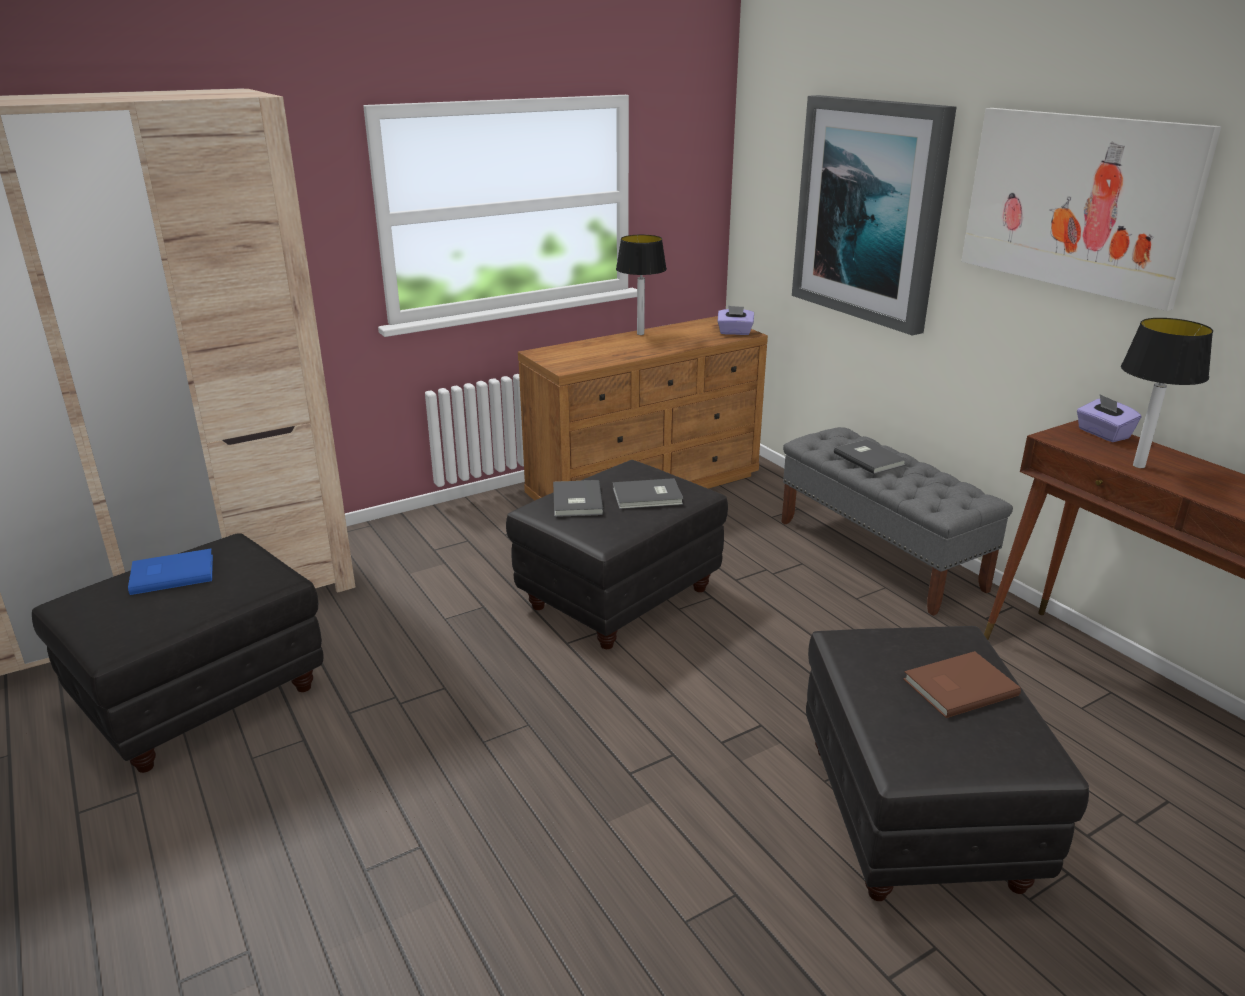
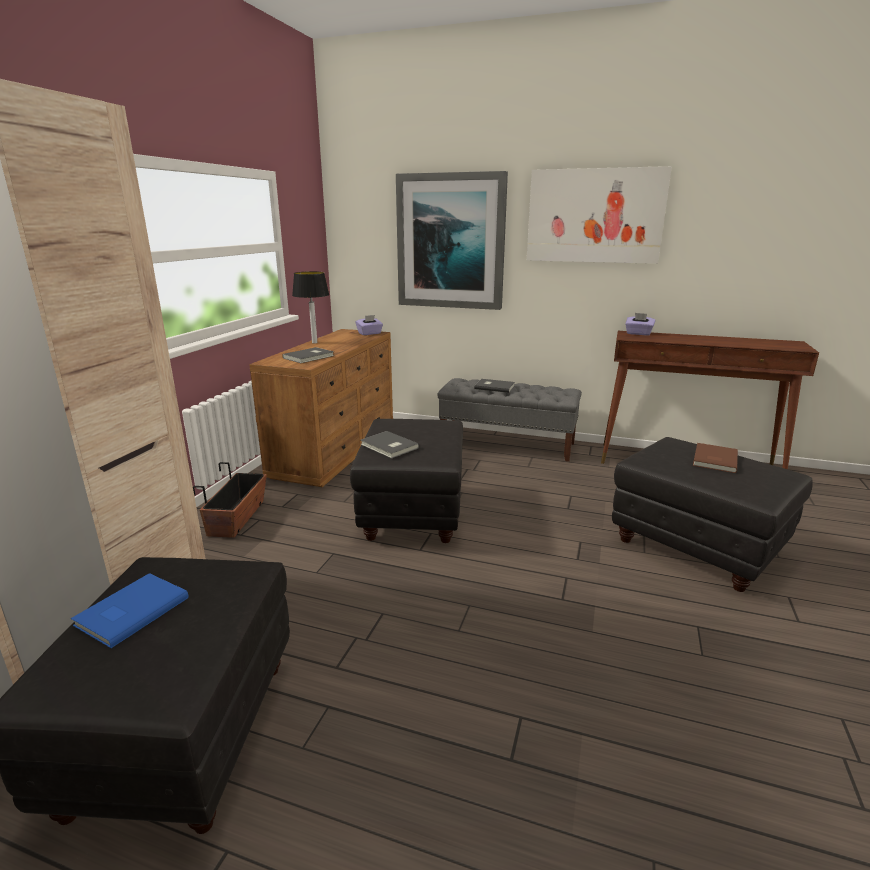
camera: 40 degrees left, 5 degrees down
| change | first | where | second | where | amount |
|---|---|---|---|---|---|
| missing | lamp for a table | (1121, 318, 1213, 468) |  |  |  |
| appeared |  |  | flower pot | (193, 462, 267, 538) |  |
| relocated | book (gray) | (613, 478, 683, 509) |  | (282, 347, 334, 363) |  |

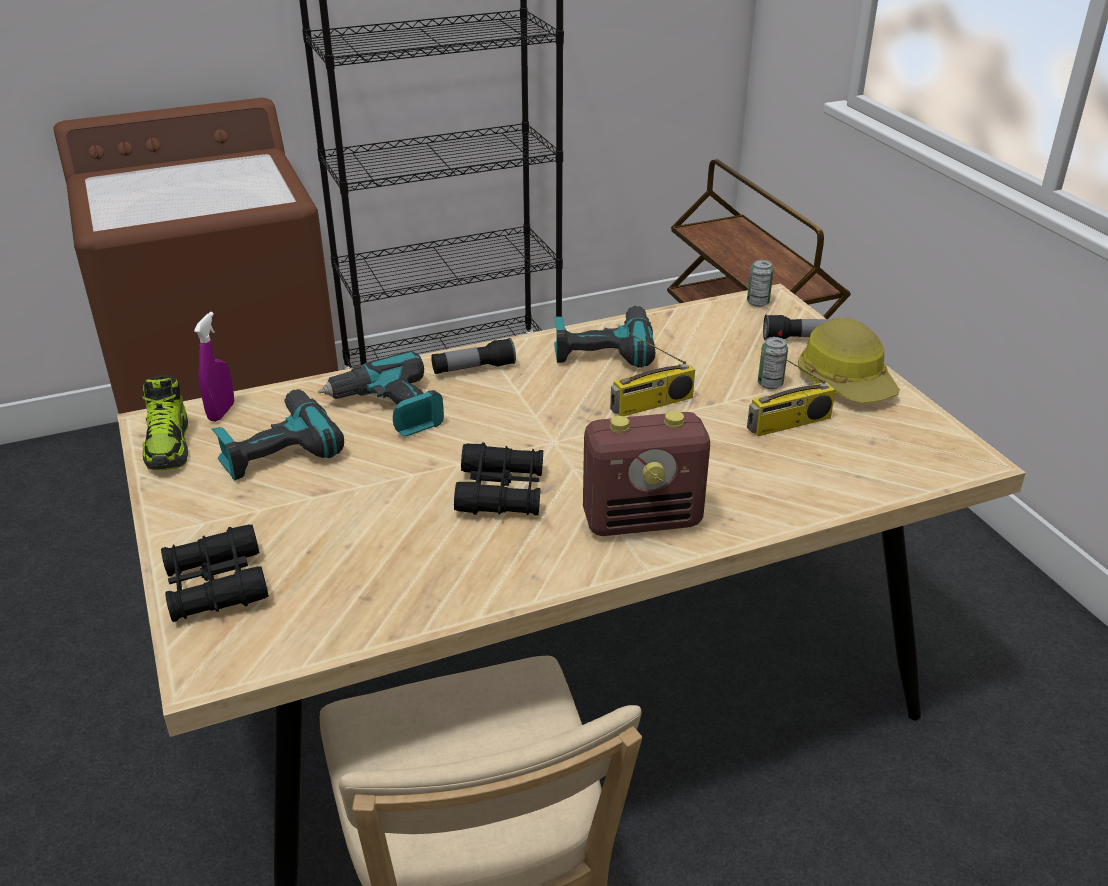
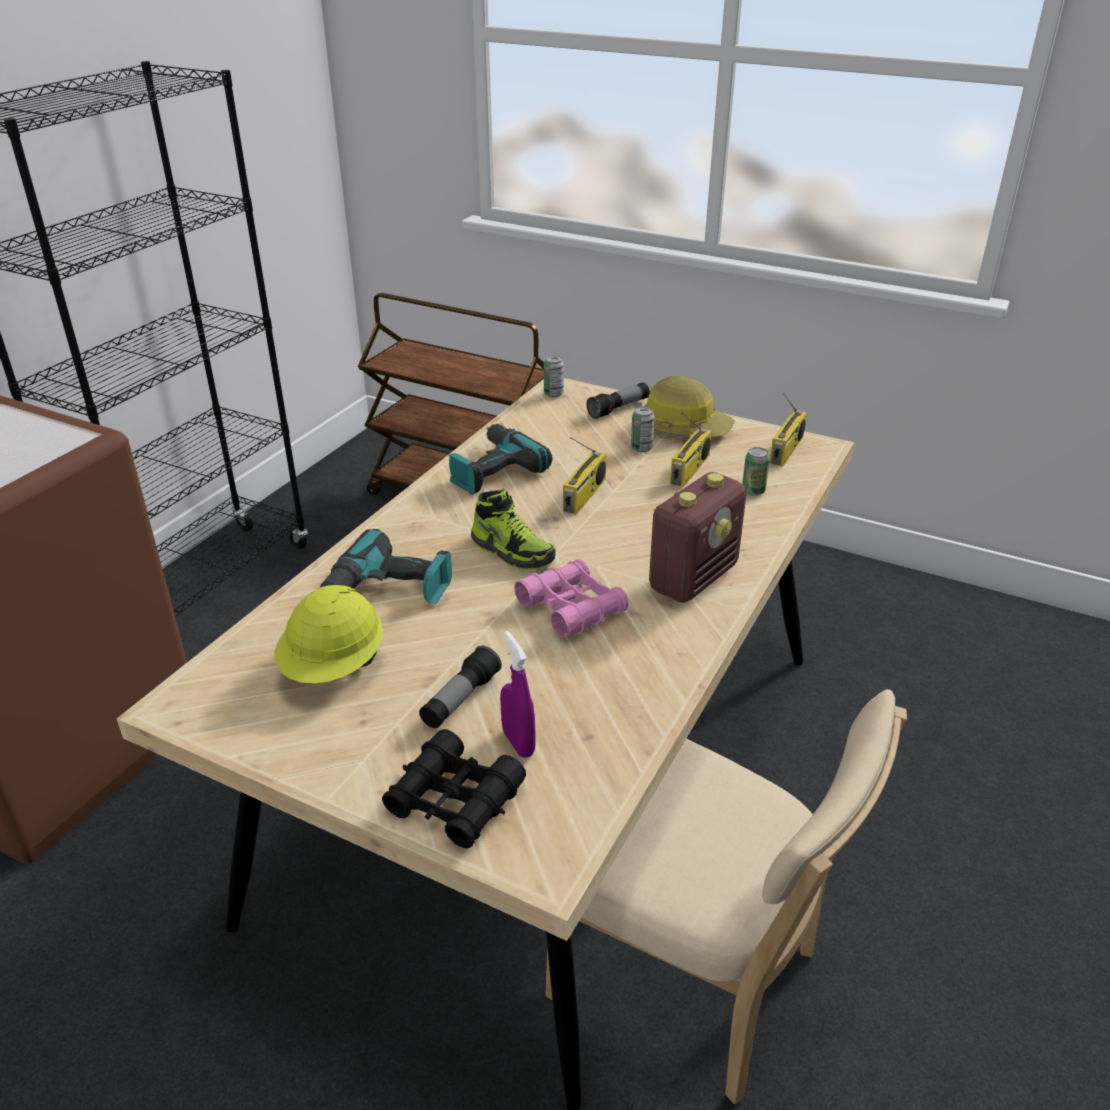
camera: 40 degrees left, 0 degrees up
| change | first | where | second | where | amount |
|---|---|---|---|---|---|
| appeared |  |  | sealed can | (742, 447, 770, 496) |  |
| appeared |  |  | radio | (770, 394, 807, 467) |  |
| relocated | shoe | (143, 375, 188, 470) |  | (471, 489, 556, 570) |  |
| relocated | spray bottle (purple-coloured) | (194, 312, 234, 422) |  | (500, 631, 536, 758) |  |
| relocated | flashlight | (431, 338, 516, 374) |  | (419, 646, 502, 728) |  |
| exchanged | electric drill | (212, 389, 344, 480) | hard hat (yellowish) | (275, 585, 384, 683) |  |
| colour | field glasses (black) | (454, 442, 543, 516) | field glasses (pinkish) | (515, 559, 628, 637) |  |

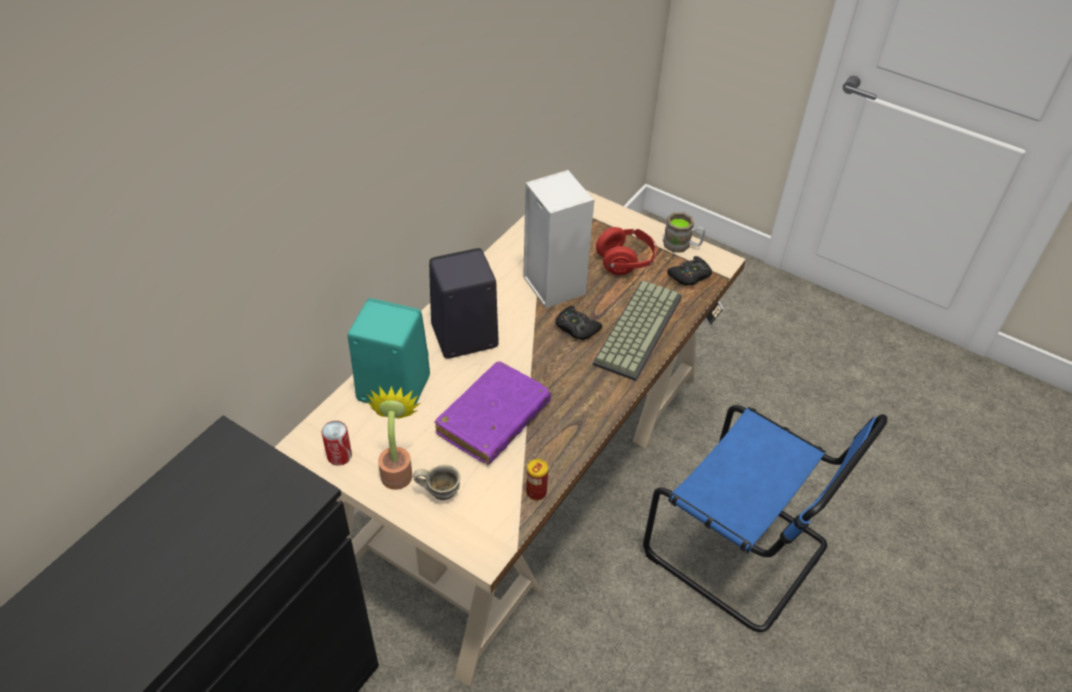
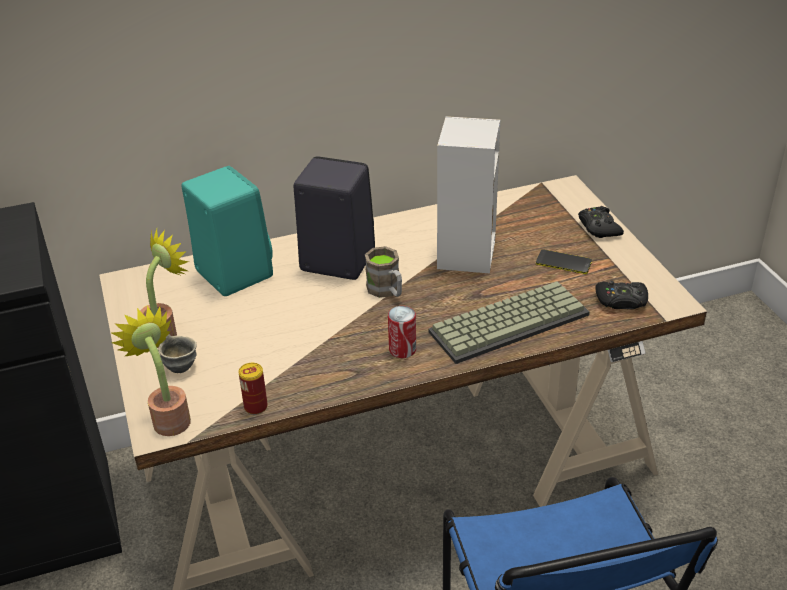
camera: 40 degrees right, 10 degrees down
| change | first | where | second | where | amount |
|---|---|---|---|---|---|
| missing | book (purple-coloured) | (435, 361, 551, 465) |  |  |  |
| appeared |  |  | houseplant | (111, 305, 191, 436) |  |
| relocated | sealed can | (321, 421, 352, 465) |  | (388, 306, 416, 358) |  |
| relocated | joypad (black) | (555, 306, 602, 340) |  | (578, 206, 624, 238) |  |
| relocated | coffee mug (brown) | (663, 212, 705, 252) |  | (365, 246, 402, 298) |  |
| exchanged | headphones (reddish) | (596, 227, 657, 275) | telephone | (536, 249, 592, 274) |  |

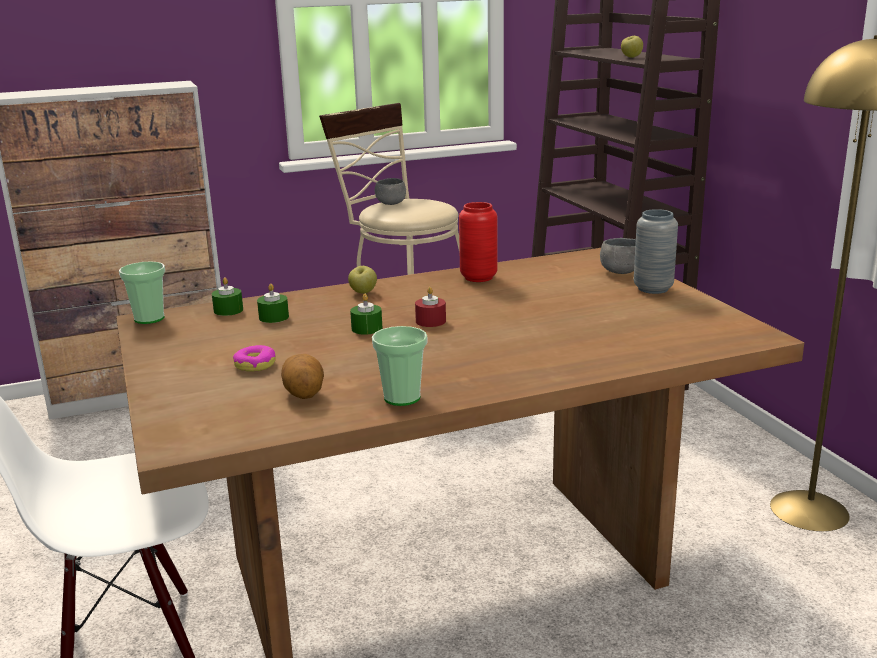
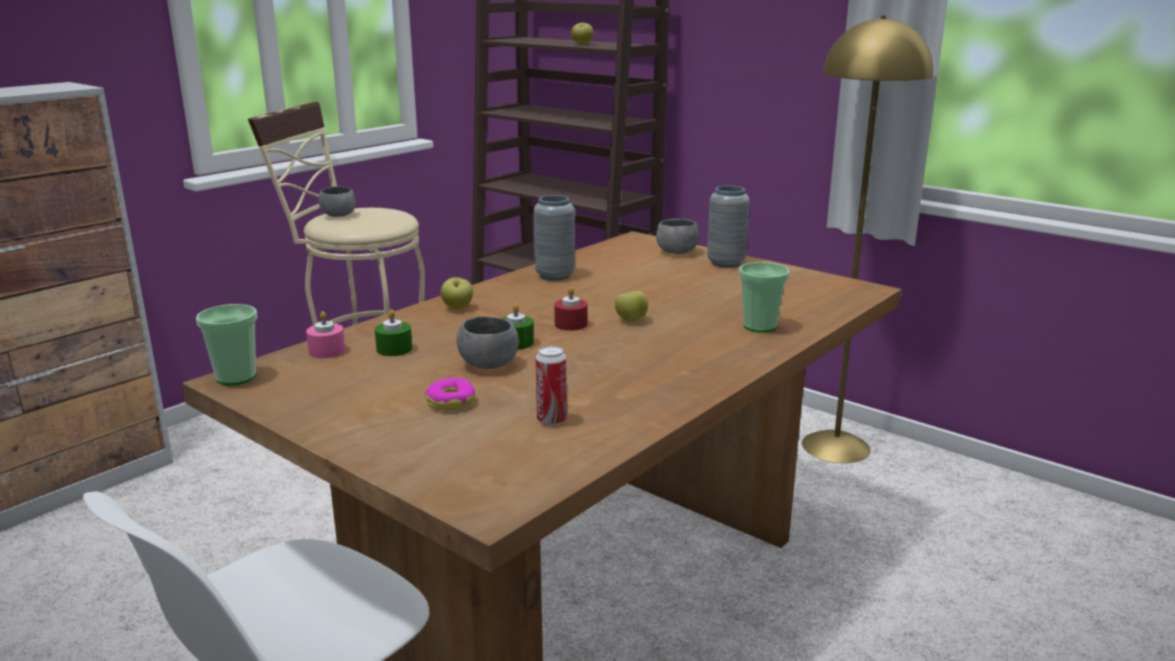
camera: 30 degrees left, 0 degrees up
| change | first | where | second | where | amount |
|---|---|---|---|---|---|
| appeared |  |  | deep dish (gray) | (456, 316, 519, 369) |  |
| appeared |  |  | whole apple | (615, 291, 648, 322) |  |
| relocated | drinking cup | (372, 326, 427, 406) |  | (739, 262, 790, 333) |  |
| exchanged | spud | (281, 354, 324, 399) | sealed can | (536, 346, 567, 425) |  |
| colour | wax light (greenish) | (212, 277, 243, 316) | wax light (pinkish) | (306, 311, 345, 358) |  |
| colour | flower vase (reddish) | (459, 202, 498, 282) | flower vase (gray) | (534, 195, 575, 281) |  |

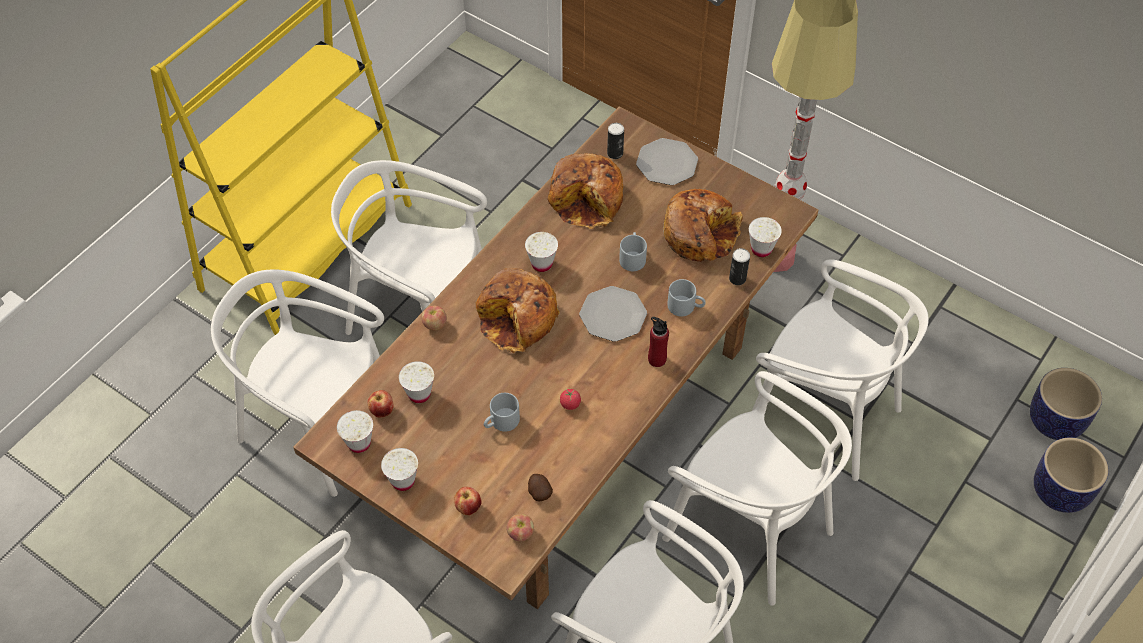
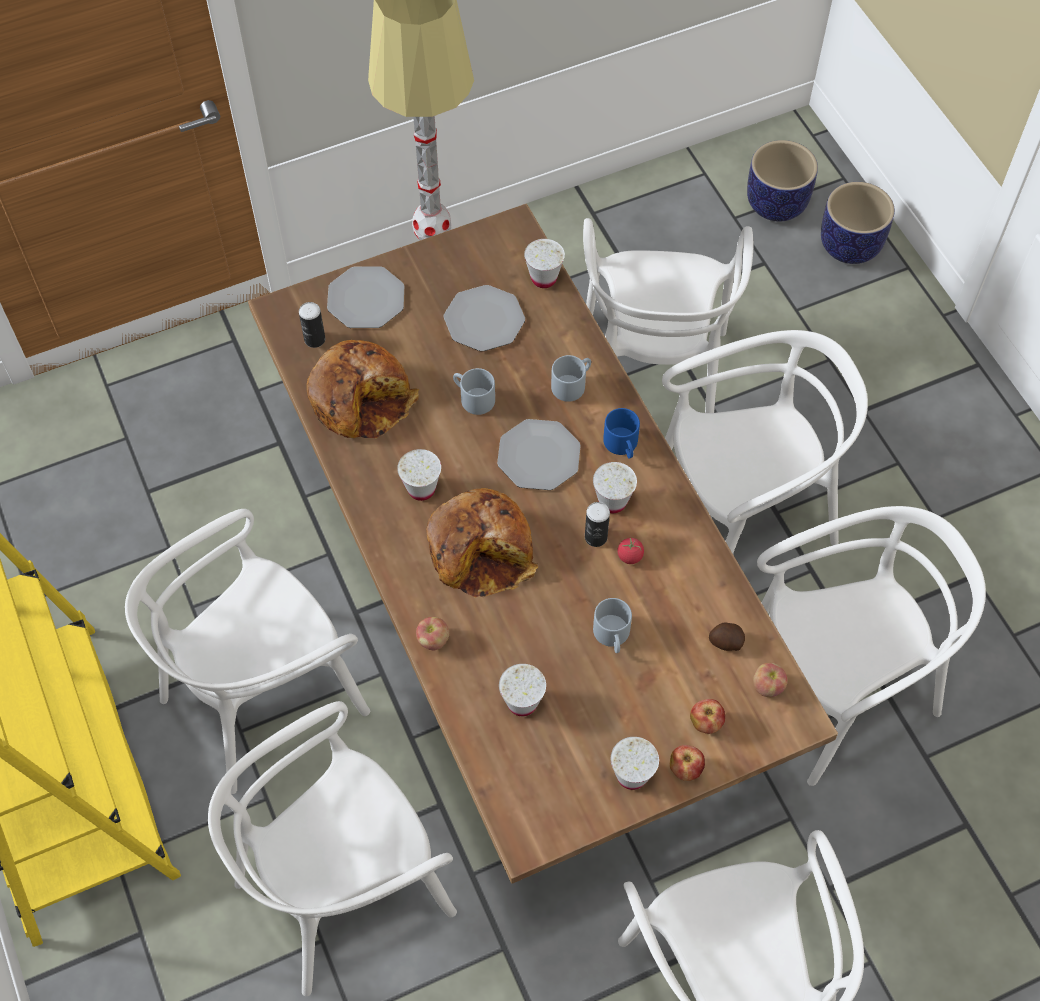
camera: 60 degrees left, 5 degrees up
| change | first | where | second | where | amount |
|---|---|---|---|---|---|
| relocated | drinking cup (whitish) | (337, 410, 373, 453) |  | (593, 462, 637, 513) |  |
| relocated | whole apple | (368, 390, 394, 418) |  | (670, 745, 705, 781) |  |
| relocated | sealed can | (729, 248, 750, 285) |  | (585, 502, 610, 547) |  |
| exchanged | bottle (reddish) | (648, 317, 669, 367) | coffee mug (blue-coloured) | (603, 408, 640, 459) |  |
| exchanged | bread | (663, 189, 743, 262) | flat dish | (444, 285, 525, 351) |  |
| spun | plain chair (whitish) | (752, 259, 929, 481) |  | (583, 218, 753, 413) | 120 degrees clockwise |

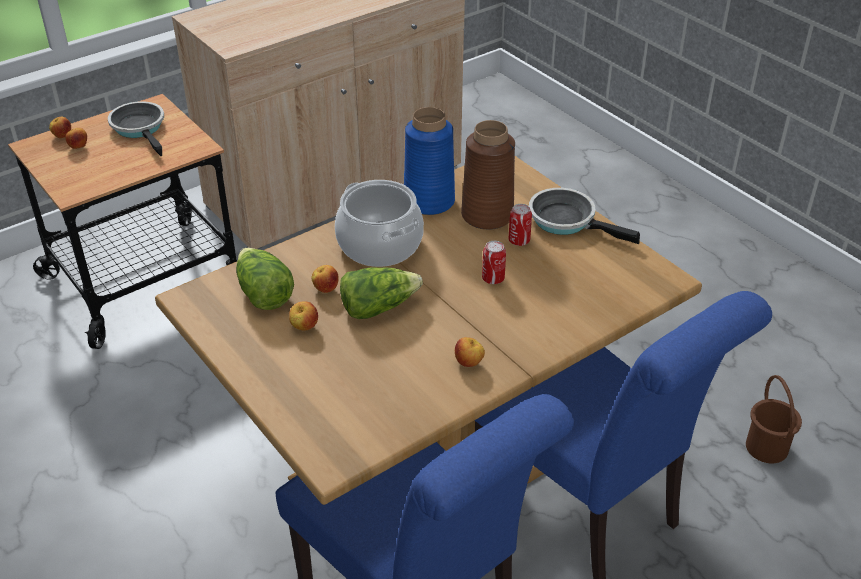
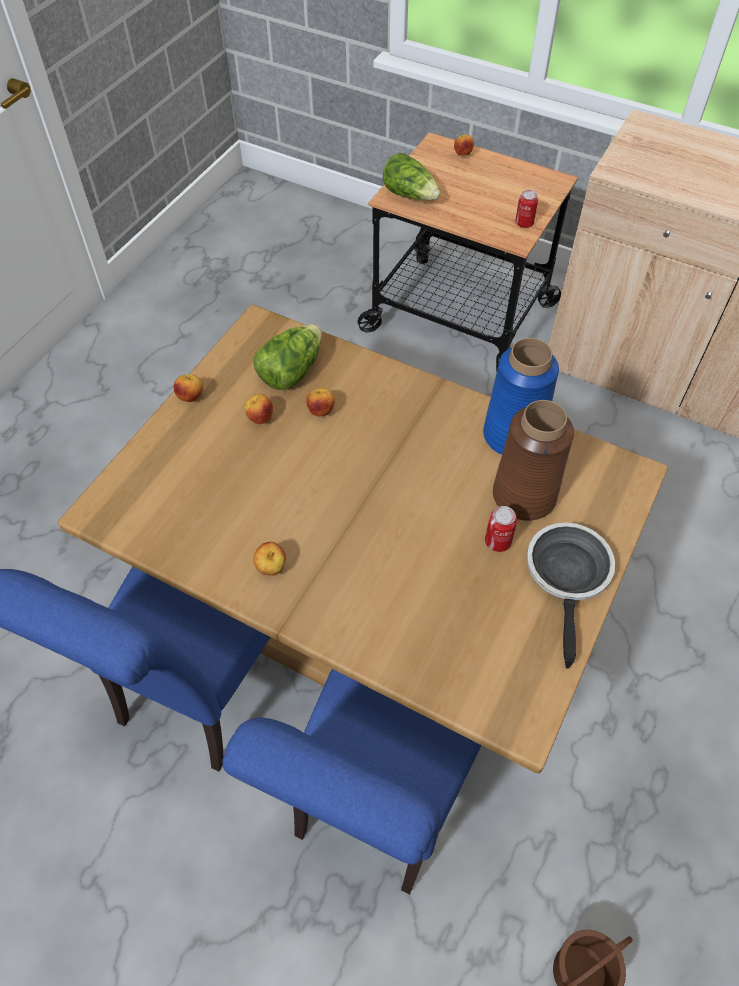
camera: 65 degrees right, 15 degrees up
| change | first | where | second | where | amount |
|---|---|---|---|---|---|
| missing | pan | (108, 101, 164, 156) |  |  |  |
| missing | saucepot | (335, 180, 424, 267) |  |  |  |
| relocated | whole apple | (65, 128, 87, 149) |  | (174, 375, 203, 402) |  |
| relocated | head of lettuce | (340, 267, 423, 319) |  | (383, 153, 440, 200) |  |
| relocated | sealed can | (482, 241, 506, 284) |  | (515, 190, 538, 228) |  |

